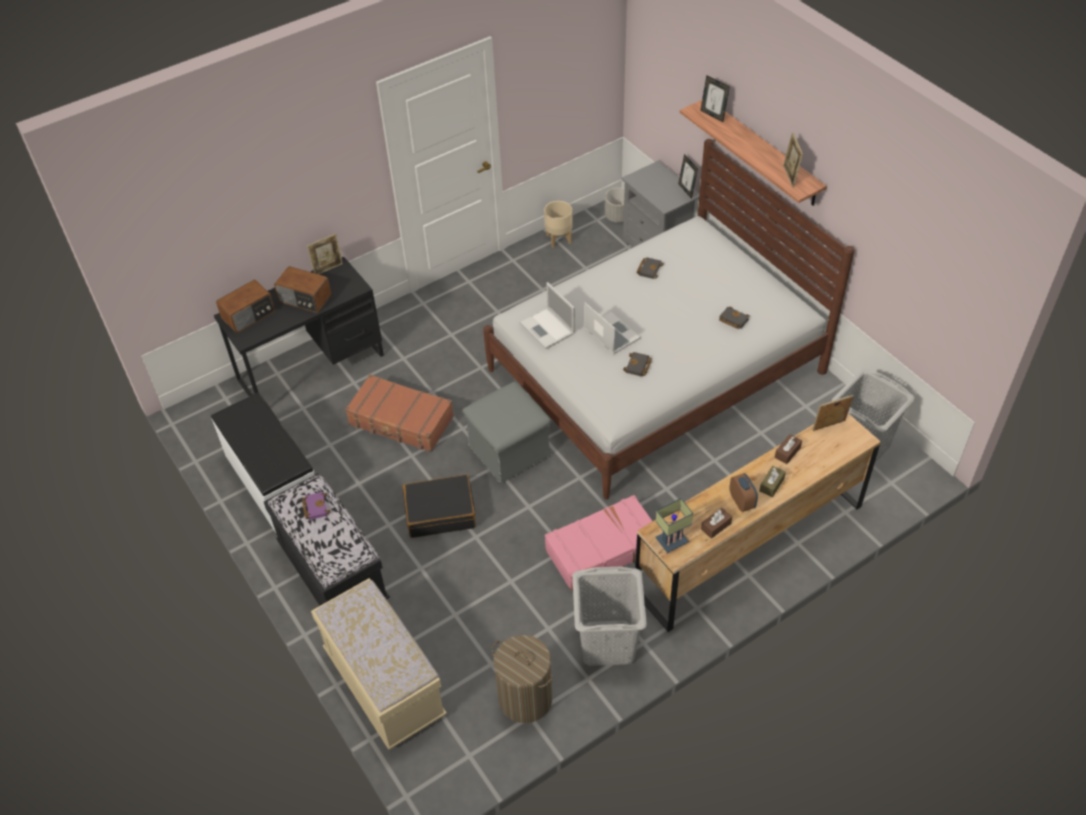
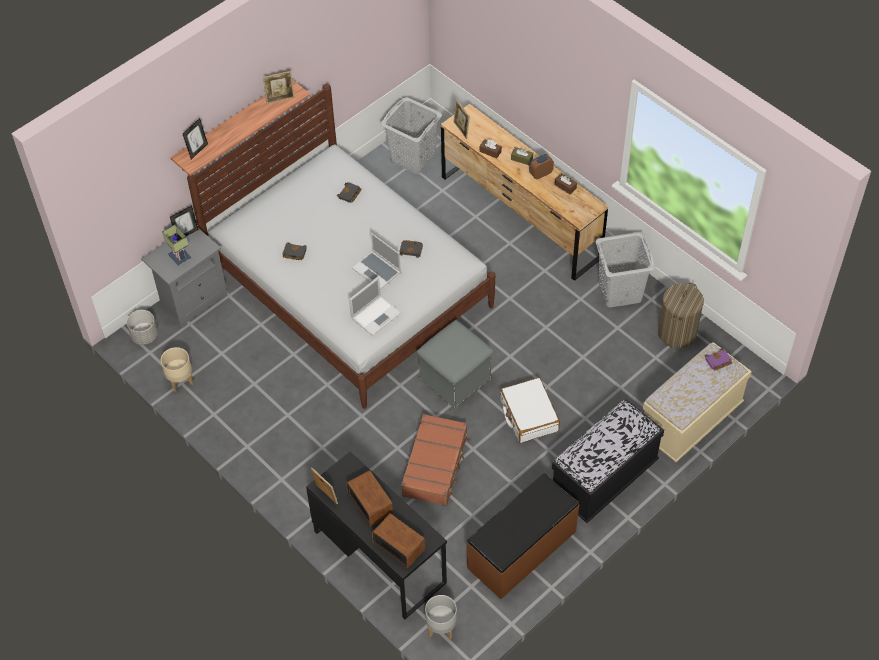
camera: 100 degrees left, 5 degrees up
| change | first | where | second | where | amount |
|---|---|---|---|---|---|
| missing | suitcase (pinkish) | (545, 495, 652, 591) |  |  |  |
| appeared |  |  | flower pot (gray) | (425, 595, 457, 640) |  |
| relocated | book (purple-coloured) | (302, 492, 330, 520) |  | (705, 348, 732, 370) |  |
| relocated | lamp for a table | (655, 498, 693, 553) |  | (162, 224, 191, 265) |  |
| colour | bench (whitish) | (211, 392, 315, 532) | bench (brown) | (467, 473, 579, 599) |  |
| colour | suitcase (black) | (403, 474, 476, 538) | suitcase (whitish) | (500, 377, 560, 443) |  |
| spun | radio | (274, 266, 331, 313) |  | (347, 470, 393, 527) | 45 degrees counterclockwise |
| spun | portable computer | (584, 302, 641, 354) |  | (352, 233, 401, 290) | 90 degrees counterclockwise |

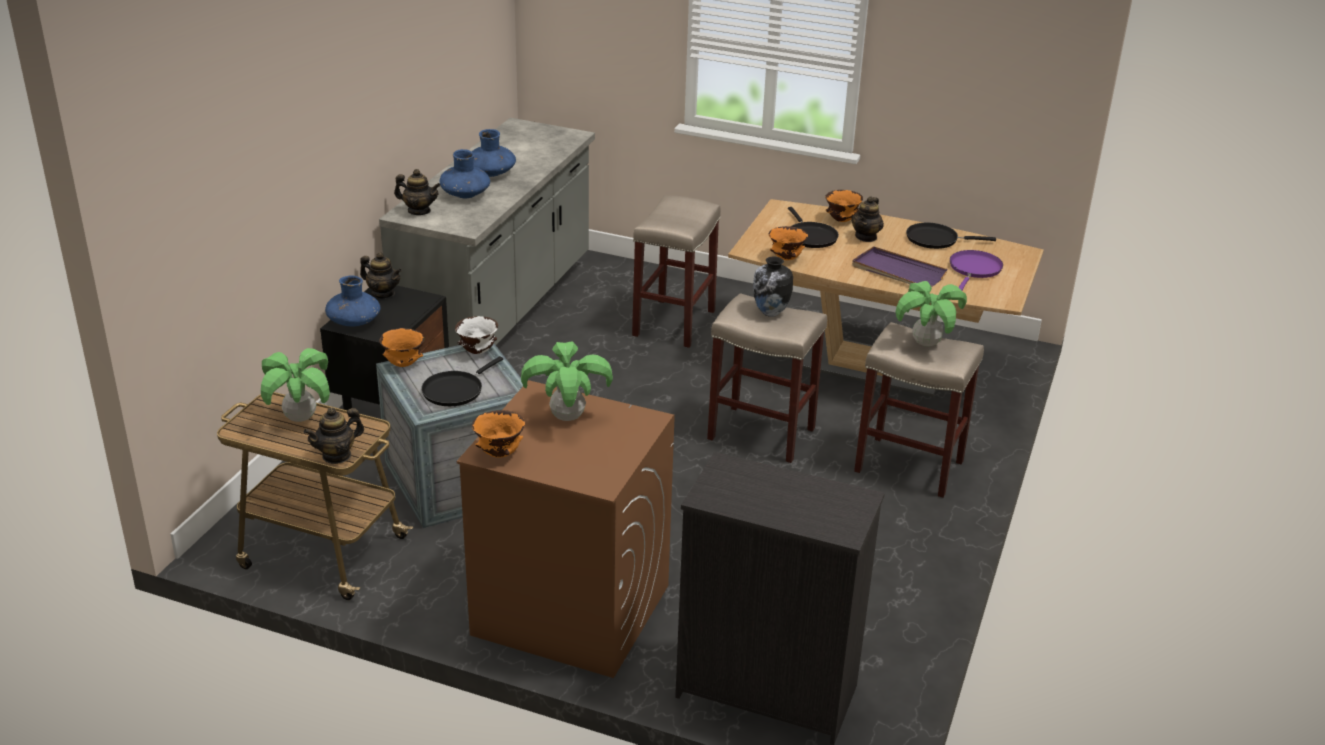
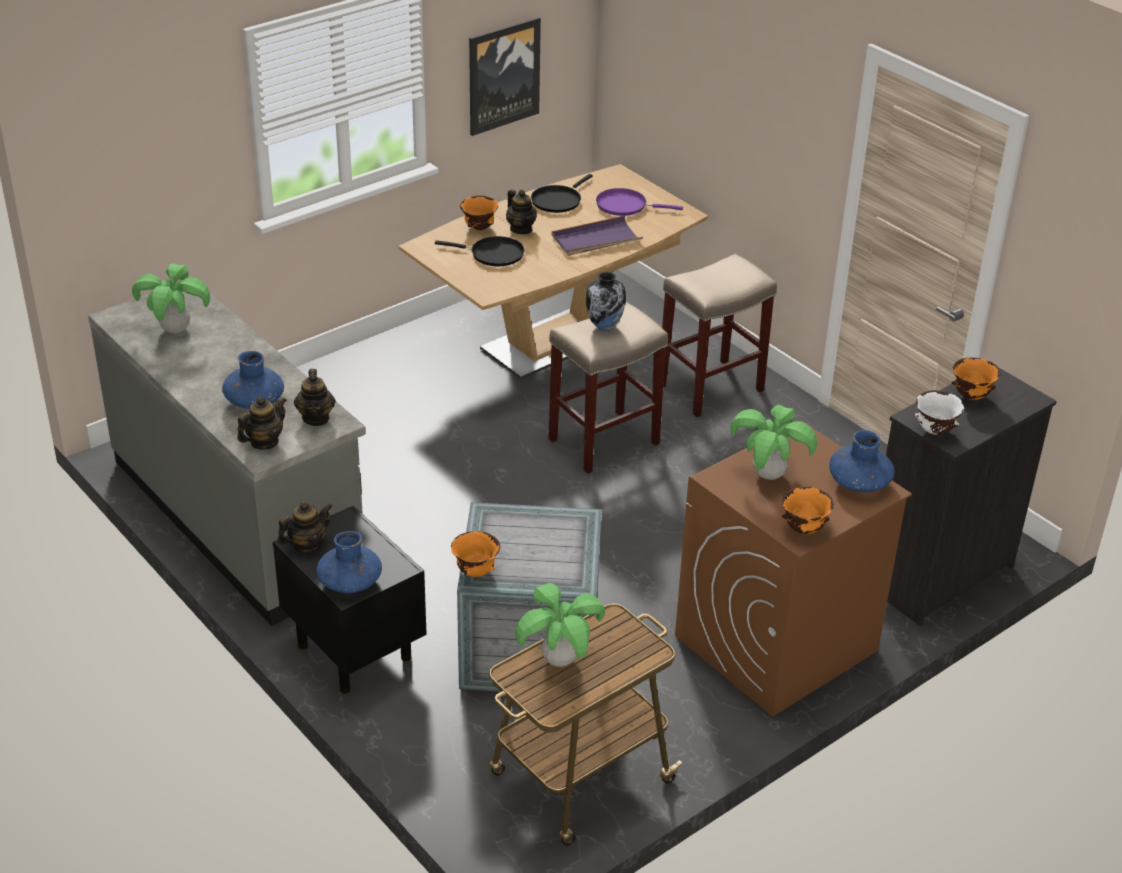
camera: 60 degrees left, 5 degrees up
| change | first | where | second | where | amount |
|---|---|---|---|---|---|
| missing | pan (black) | (421, 356, 503, 406) |  |  |  |
| missing | sitting stool (sand-coloured) | (632, 195, 721, 348) |  |  |  |
| appeared |  |  | picture | (469, 17, 541, 136) |  |
| relocated | teapot | (304, 407, 364, 464) |  | (294, 369, 335, 426) |  |
| relocated | deep dish (whitish) | (455, 316, 498, 354) |  | (915, 390, 964, 435) |  |
| relocated | flower vase (blue-coloured) | (472, 129, 516, 177) |  | (829, 430, 895, 492) |  |
| relocated | deep dish (orangey) | (769, 226, 808, 260) |  | (952, 357, 1001, 400) |  |
| relocated | houseplant | (896, 281, 967, 346) |  | (132, 264, 210, 333) |  |
| spun | pan (purple-coloured) | (950, 250, 1003, 290) |  | (596, 188, 683, 216) | 45 degrees counterclockwise |

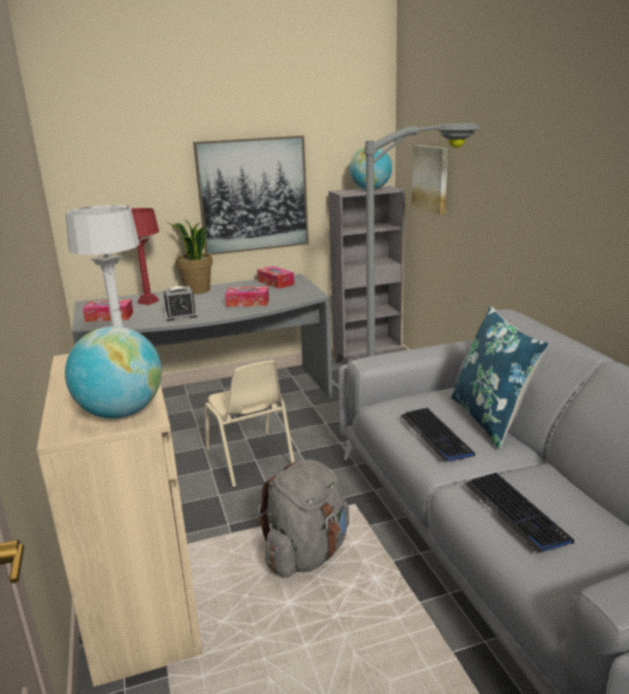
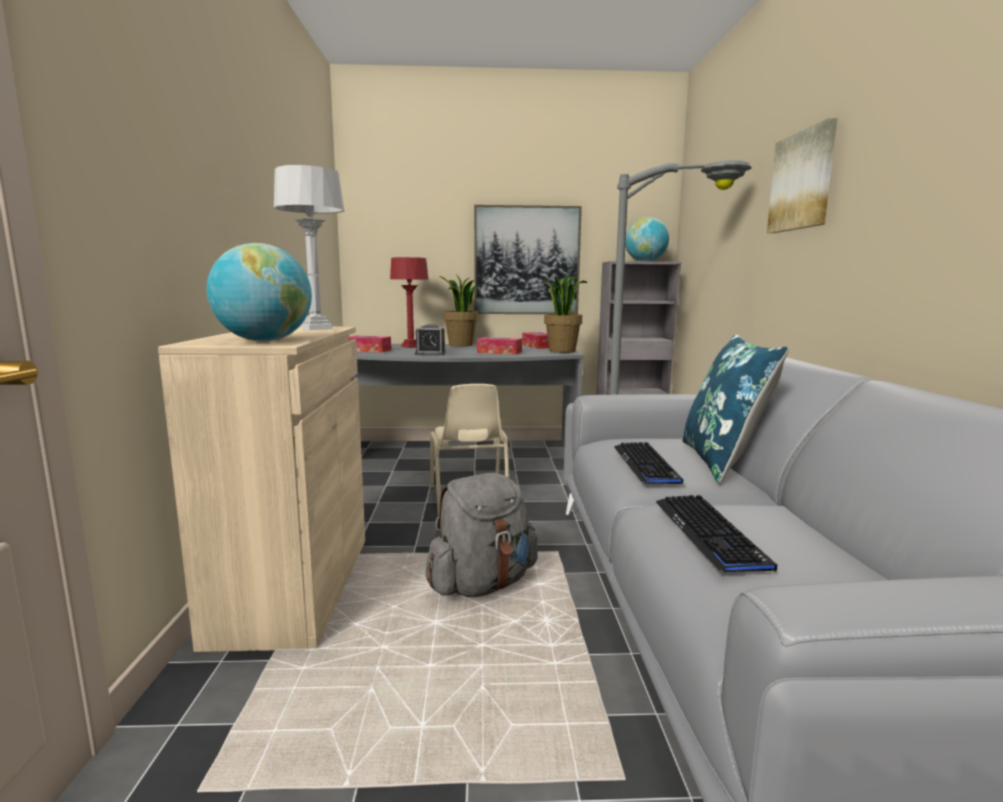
camera: 15 degrees right, 10 degrees down
| change | first | where | second | where | amount |
|---|---|---|---|---|---|
| appeared |  |  | houseplant | (541, 274, 588, 353) |  |
| relocated | picture | (412, 145, 448, 215) |  | (767, 118, 837, 233) |  |

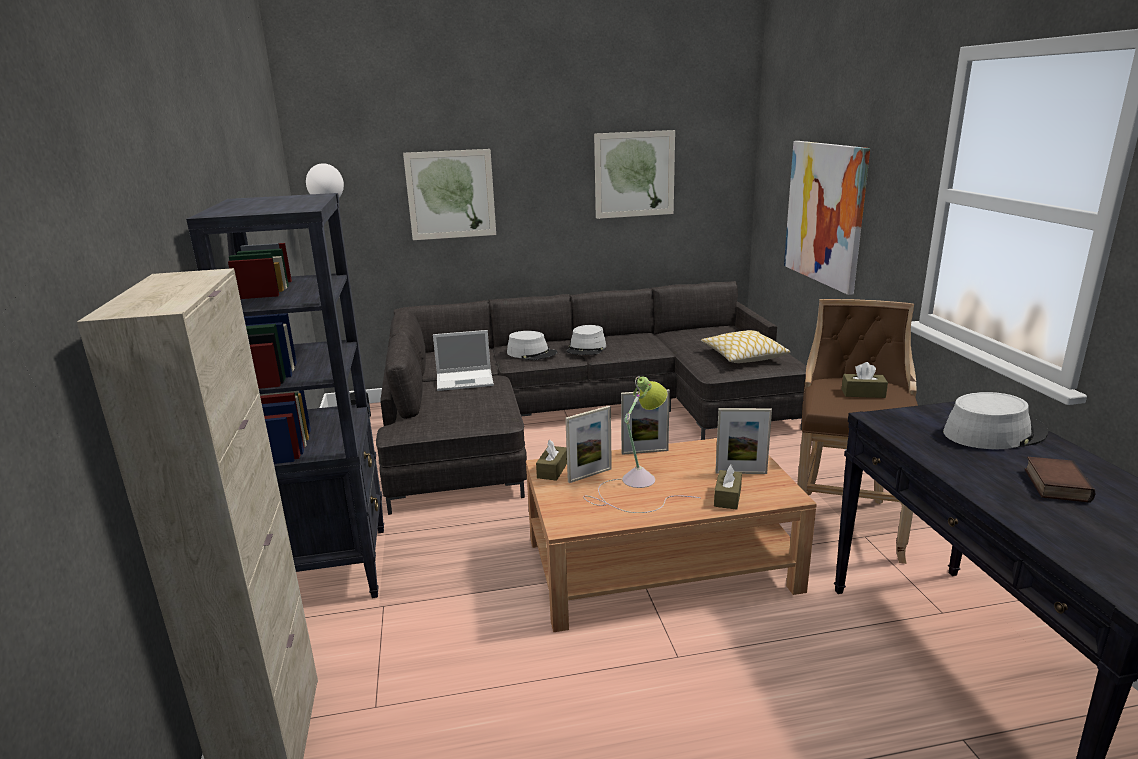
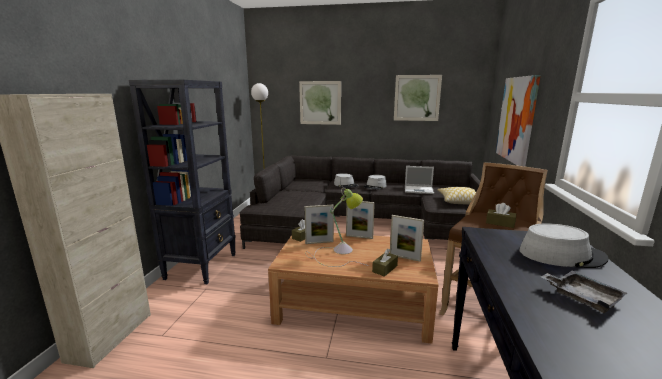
camera: 20 degrees right, 5 degrees down
| change | first | where | second | where | amount |
|---|---|---|---|---|---|
| relocated | portable computer | (433, 330, 494, 391) |  | (405, 166, 434, 194) |  |
| exchanged | book | (1025, 457, 1096, 503) | serving tray (gray) | (541, 271, 627, 313) |  |

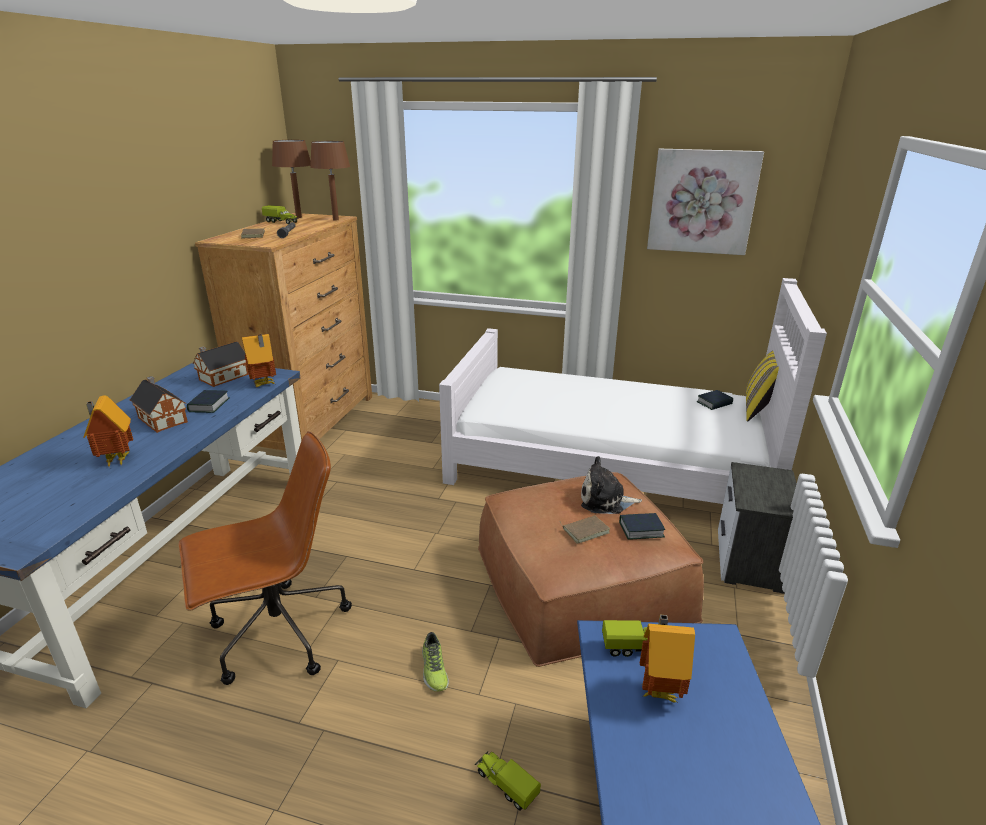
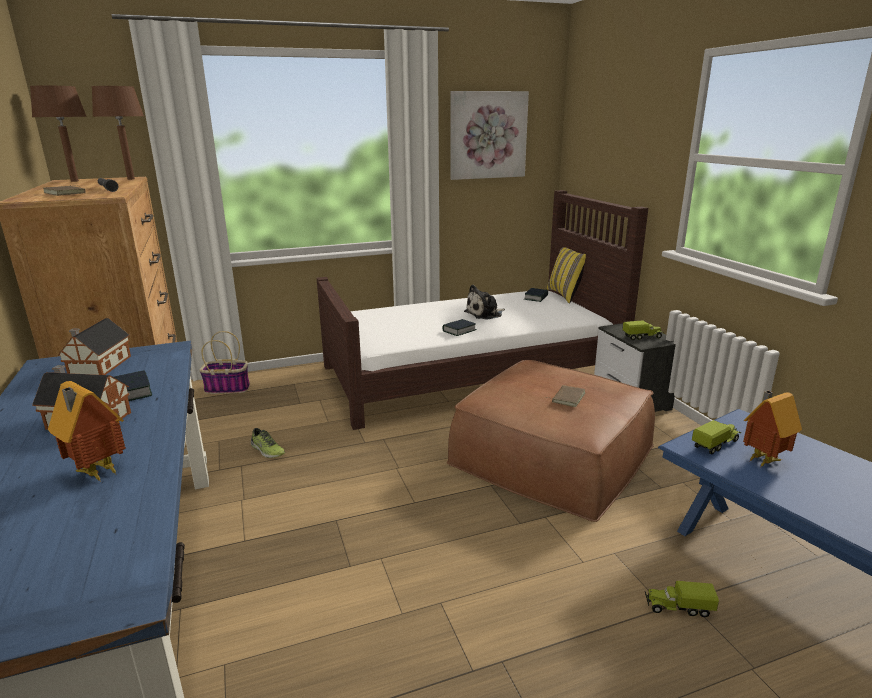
camera: 35 degrees left, 5 degrees down
| change | first | where | second | where | amount |
|---|---|---|---|---|---|
| missing | desk chair (brown) | (179, 431, 352, 685) |  |  |  |
| missing | toy house | (242, 334, 276, 387) |  |  |  |
| appeared |  |  | household basket | (200, 331, 250, 394) |  |
| relocated | toy truck | (262, 205, 299, 224) |  | (622, 321, 664, 340) |  |
| relocated | shoe | (422, 632, 449, 692) |  | (251, 428, 285, 458) |  |
| relocated | soft toy | (581, 456, 642, 514) |  | (464, 285, 505, 320) |  |
| relocated | book | (619, 513, 665, 540) |  | (443, 319, 477, 336) |  |
| colour | sleeping bed (whitish) | (439, 278, 827, 504) | sleeping bed (brown) | (317, 190, 648, 430) |  |

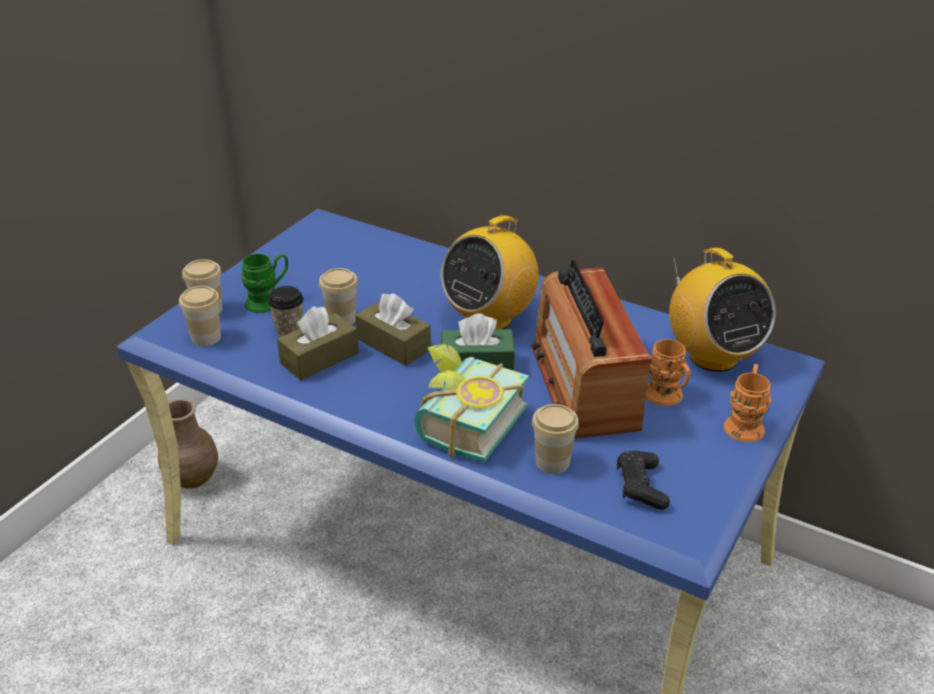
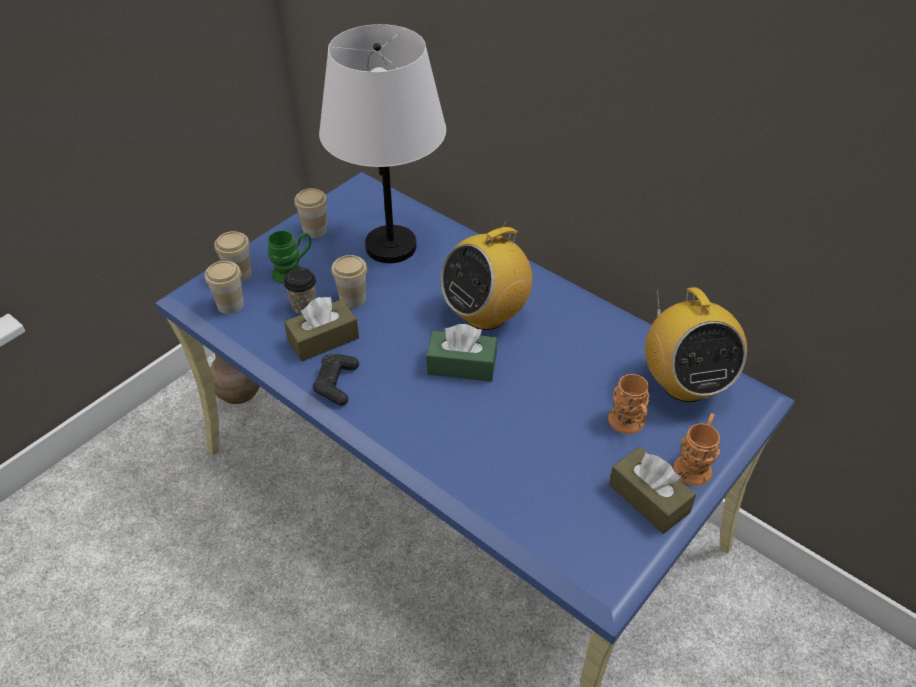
camera: 10 degrees right, 10 degrees up
| change | first | where | second | where | amount |
|---|---|---|---|---|---|
| missing | book | (414, 344, 529, 462) |  |  |  |
| missing | radio | (531, 260, 651, 439) |  |  |  |
| appeared |  |  | lamp for a table (whitish) | (319, 24, 446, 263) |  |
| relocated | tissue holder (brown) | (355, 293, 431, 366) |  | (609, 447, 696, 534) |  |
| relocated | drinking cup | (532, 404, 579, 474) |  | (294, 188, 327, 238) |  |
| relocated | joypad (black) | (617, 451, 670, 510) |  | (313, 354, 359, 406) |  |

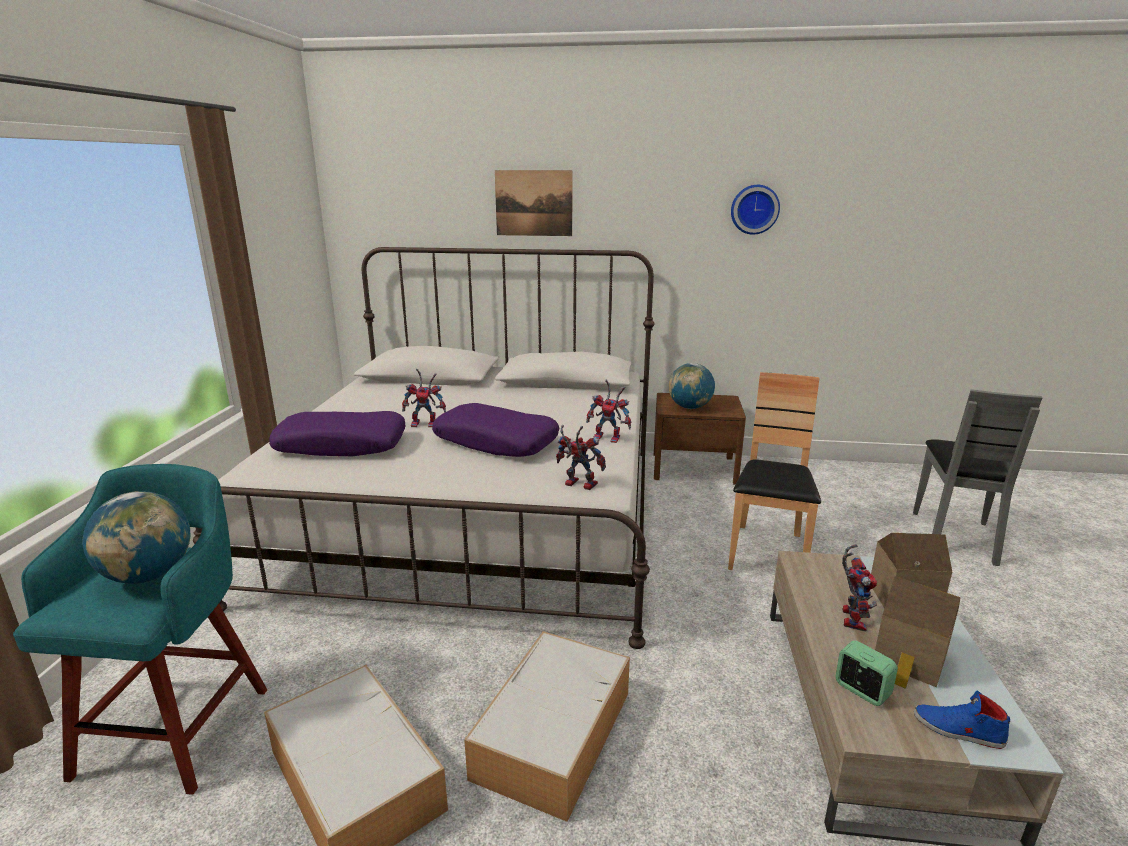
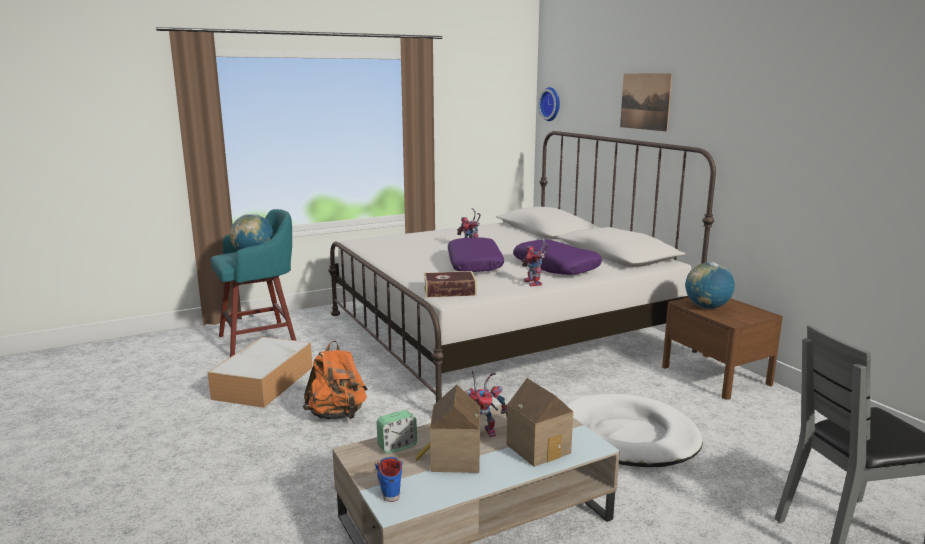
camera: 55 degrees right, 5 degrees down
| change | first | where | second | where | amount |
|---|---|---|---|---|---|
| relocated | pillow (purple-coloured) | (269, 411, 405, 456) |  | (513, 240, 602, 275) |  |
| relocated | wall clock | (731, 185, 780, 235) |  | (538, 87, 560, 121) |  |
| exchanged | storage bin | (464, 631, 630, 822) | backpack (orangey) | (303, 341, 367, 420) |  |
| exchanged | robot figure | (556, 425, 606, 490) | book | (424, 271, 477, 297) |  |
| exchanged | plain chair (brown) | (728, 372, 821, 570) | dog bed (whitish) | (567, 394, 703, 467) |  |
| spun | alarm clock | (835, 640, 898, 706) |  | (376, 410, 417, 453) | 45 degrees clockwise |

